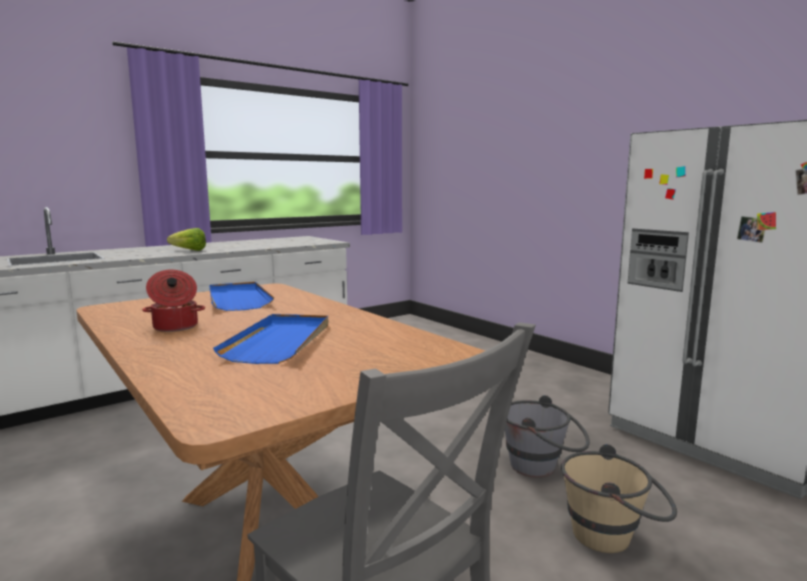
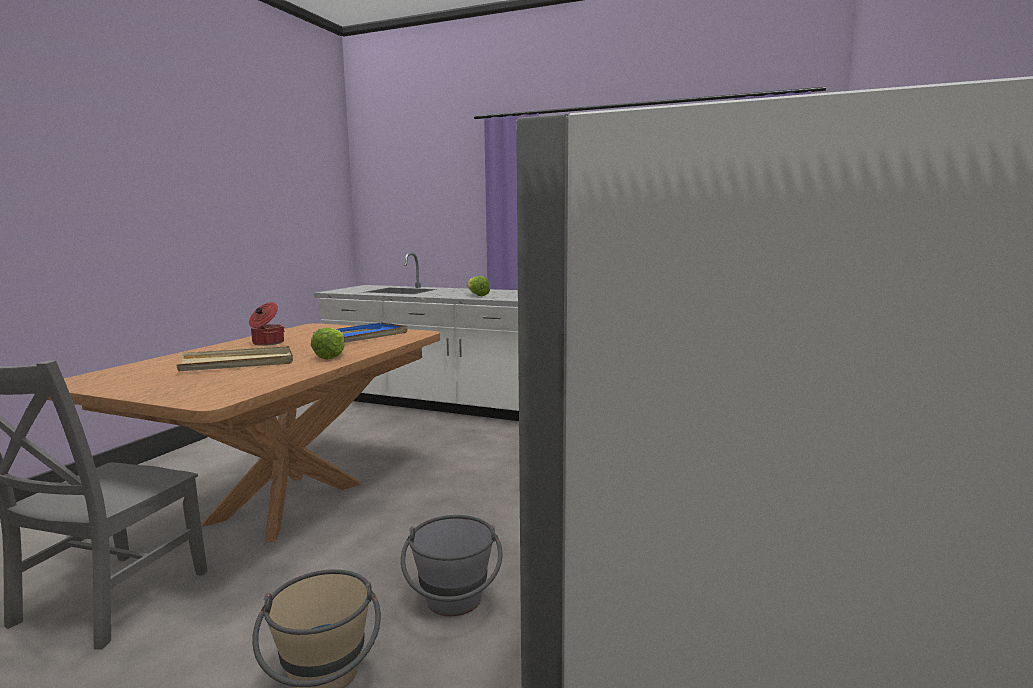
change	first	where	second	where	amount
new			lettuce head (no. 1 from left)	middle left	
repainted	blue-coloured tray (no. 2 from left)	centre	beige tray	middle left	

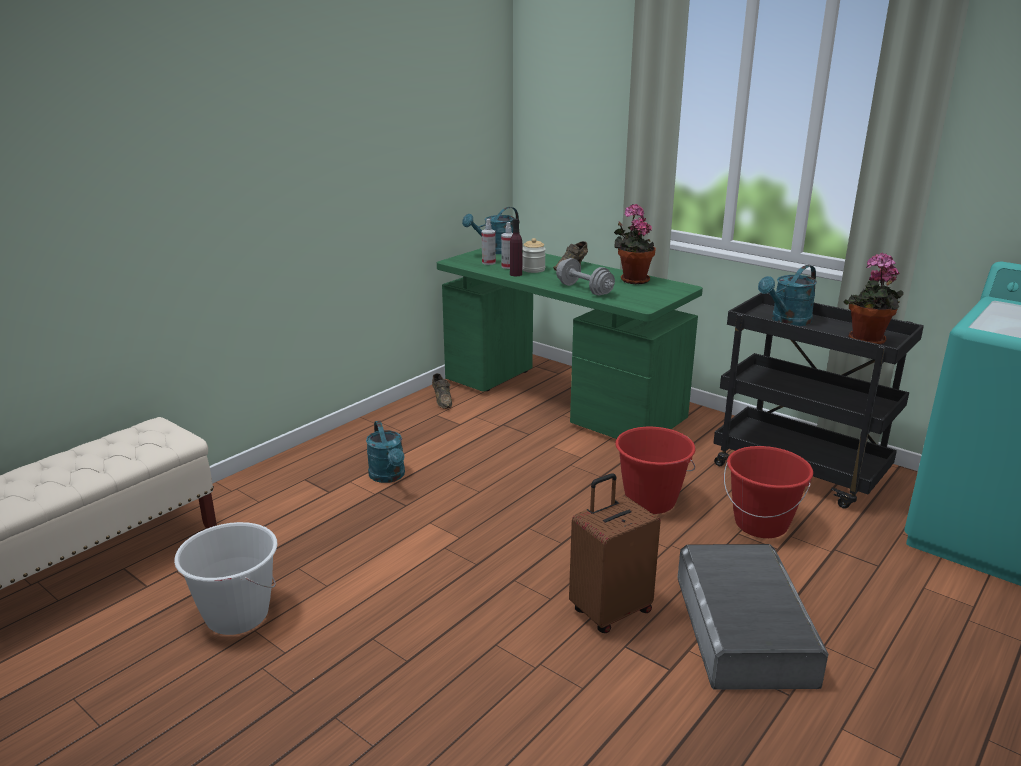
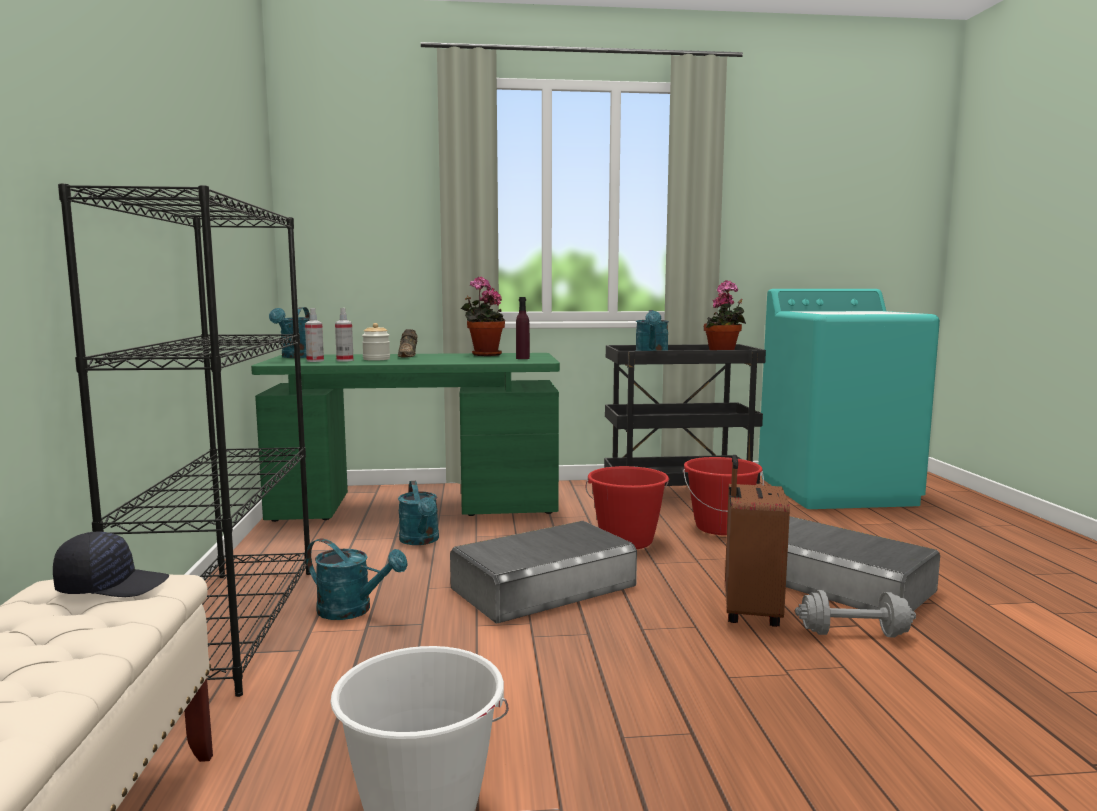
change	first	where	second	where	amount
gone	brown item of footwear (no. 1 from left)	centre			
new			black cap	bottom left	
new			black shelving unit	middle left	
new			turquoise-coloured watering pot (no. 3 from left)	centre	
new			grey storage box (no. 1 from left)	bottom centre	
shifted	purple bottle	top centre		centre	
shifted	grey dumbbell	centre		bottom right	

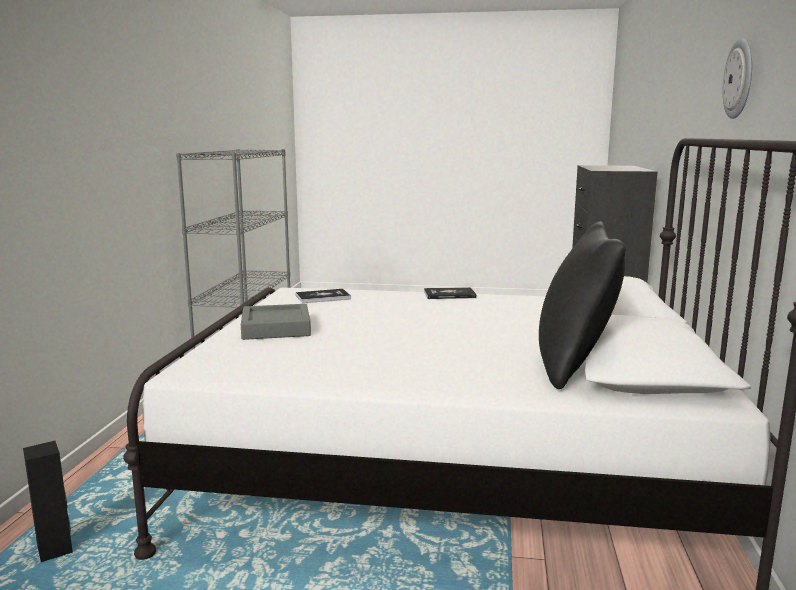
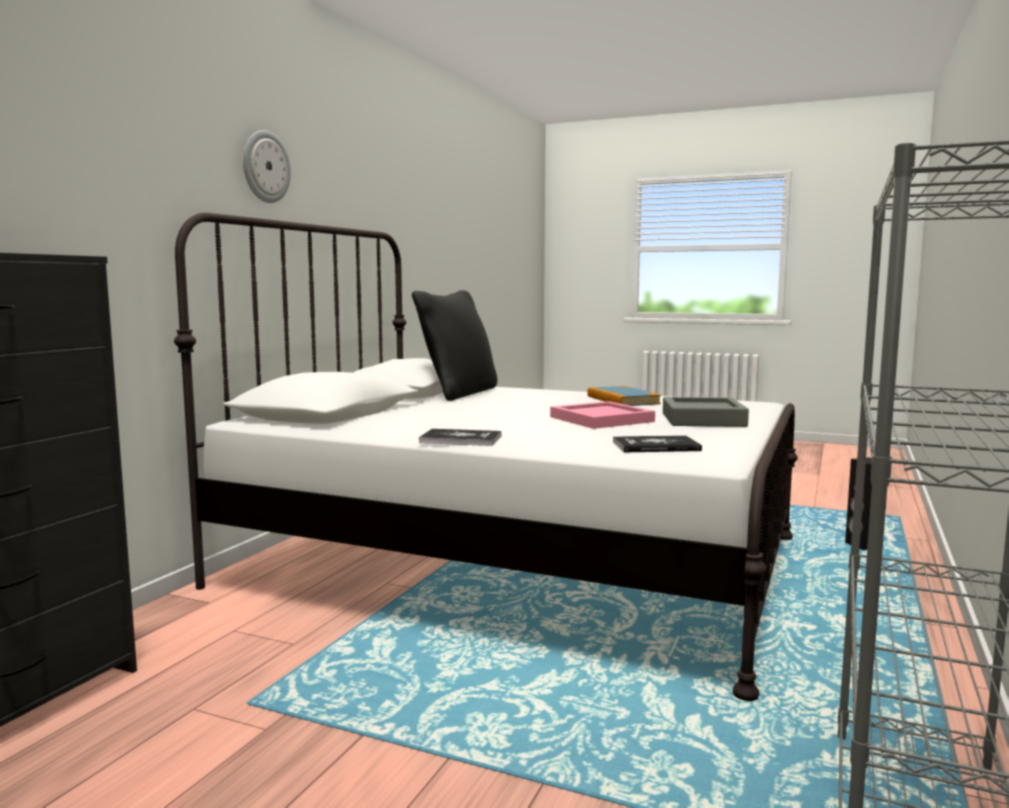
change	first	where	second	where	amount
new			pink-coloured tray	centre	
new			book (no. 2 from left)	centre	

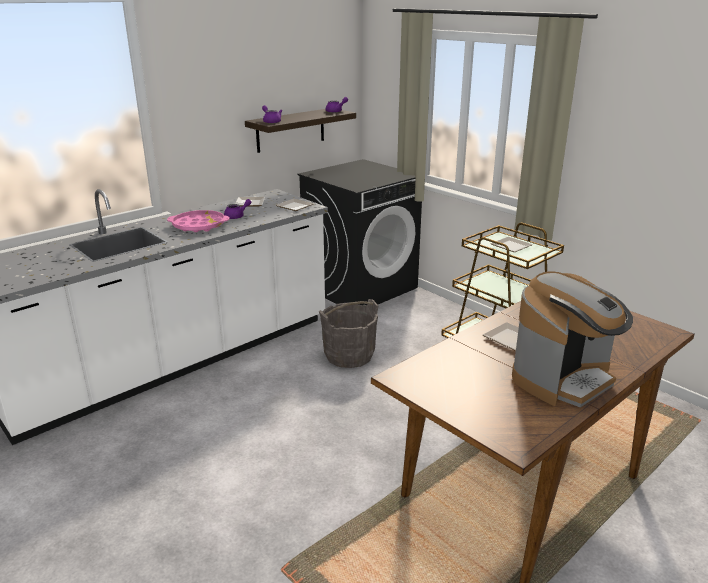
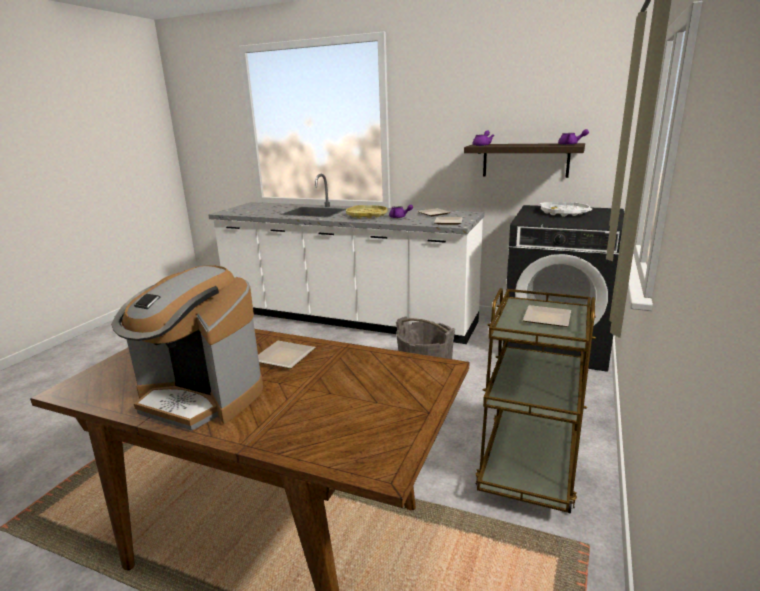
change	first	where	second	where	amount
new			white-coloured tray	middle right	
repainted	pink-coloured tray	middle left	yellowish tray	centre	

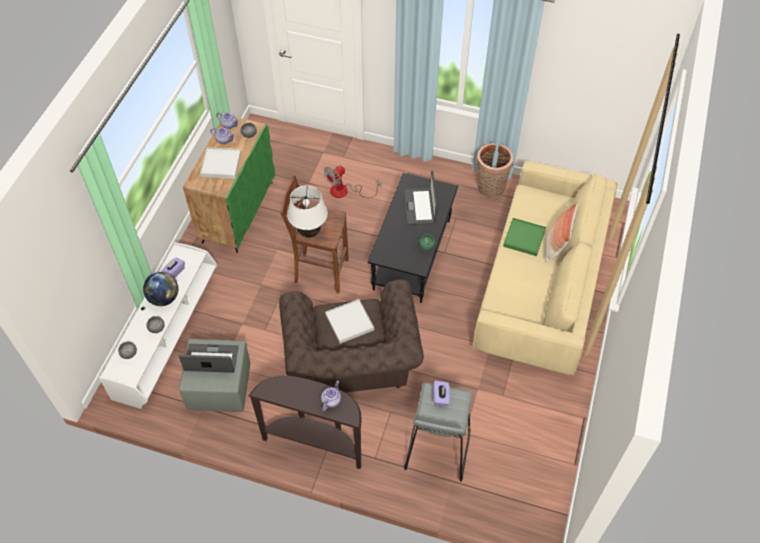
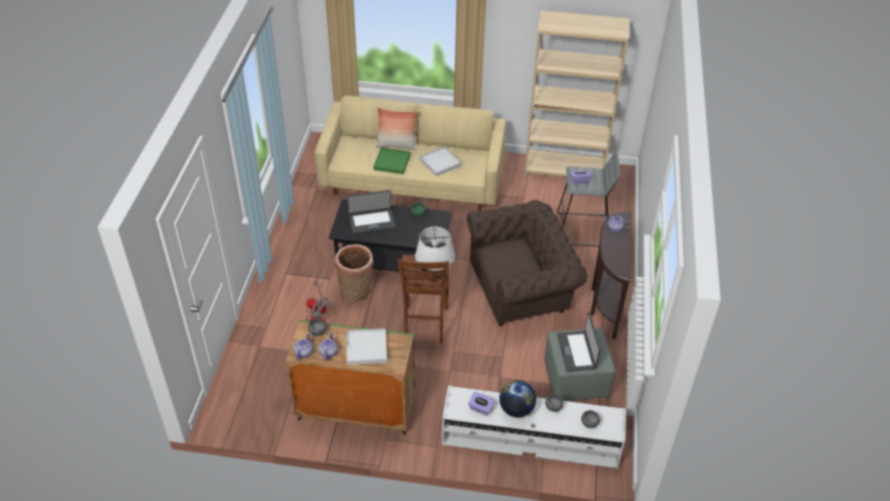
change	first	where	second	where	amount
new			beige shelving unit	top centre	
shifted	white-coloured tray (no. 2 from left)	centre		top centre	
shifted	basket	top centre		centre	

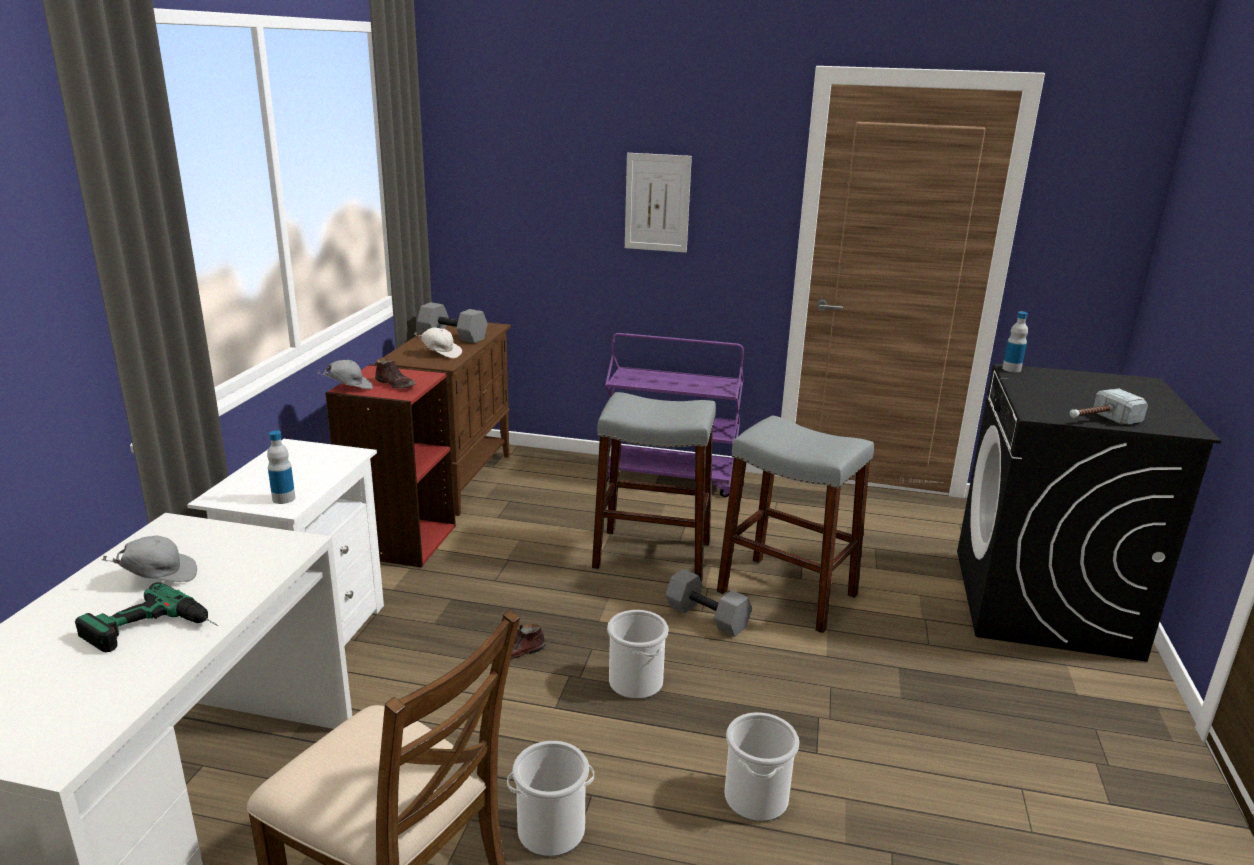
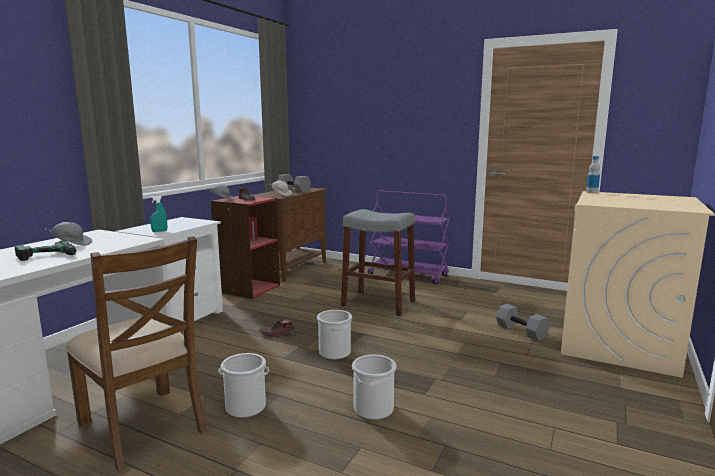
change	first	where	second	where	amount
gone	wall art	top centre			
gone	grey stool seat (no. 2 from left)	centre			
gone	hammer	middle right			
shifted	grey dumbbell (no. 2 from left)	bottom centre		bottom right	
swapped	bottle (no. 1 from left)	middle left	turquoise-coloured spray bottle	middle left	
repainted	black laundry appliance	middle right	beige laundry appliance	middle right	

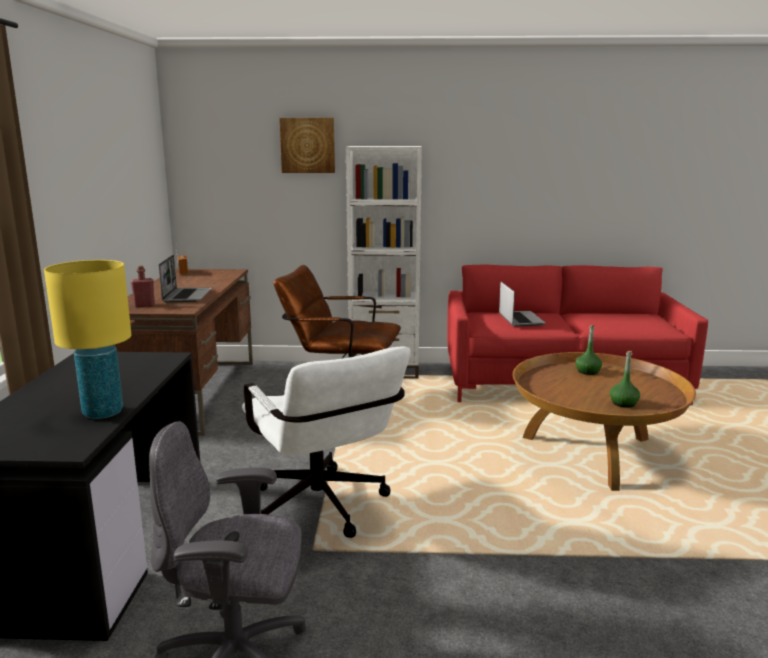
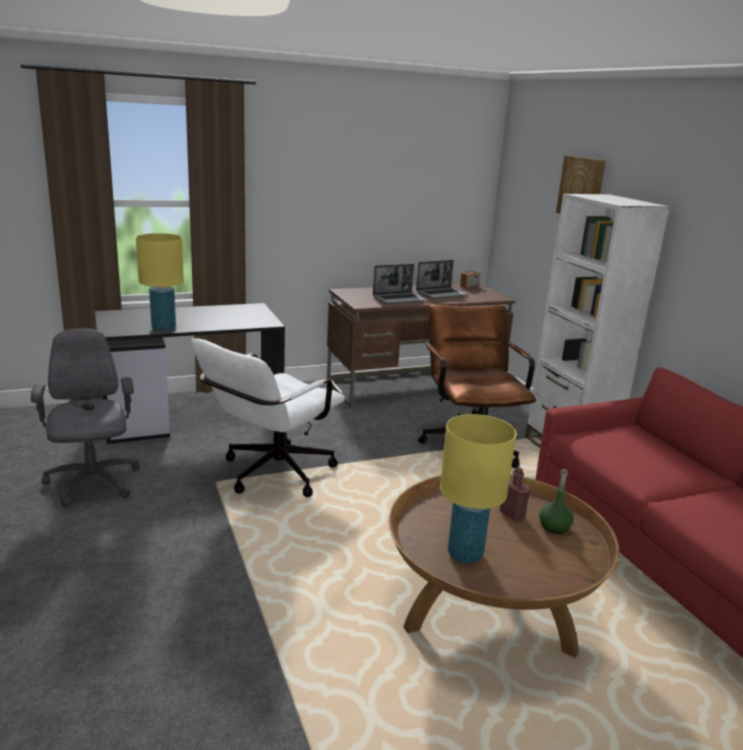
change	first	where	second	where	amount
shifted	reddish bottle	middle left		middle right	
shifted	portable computer (no. 2 from left)	middle right		centre	
swapped	green bottle (no. 2 from left)	middle right	yellowish tabletop lamp (no. 2 from left)	centre	

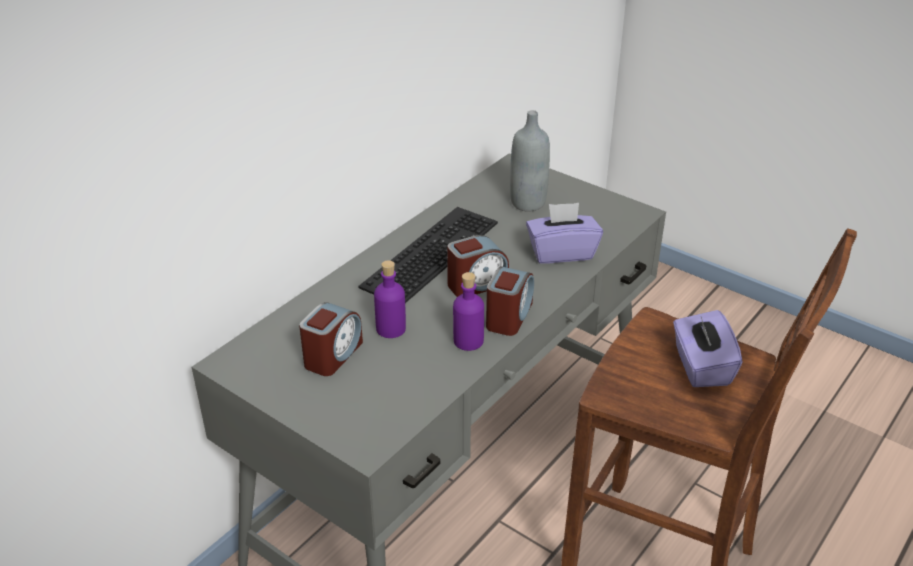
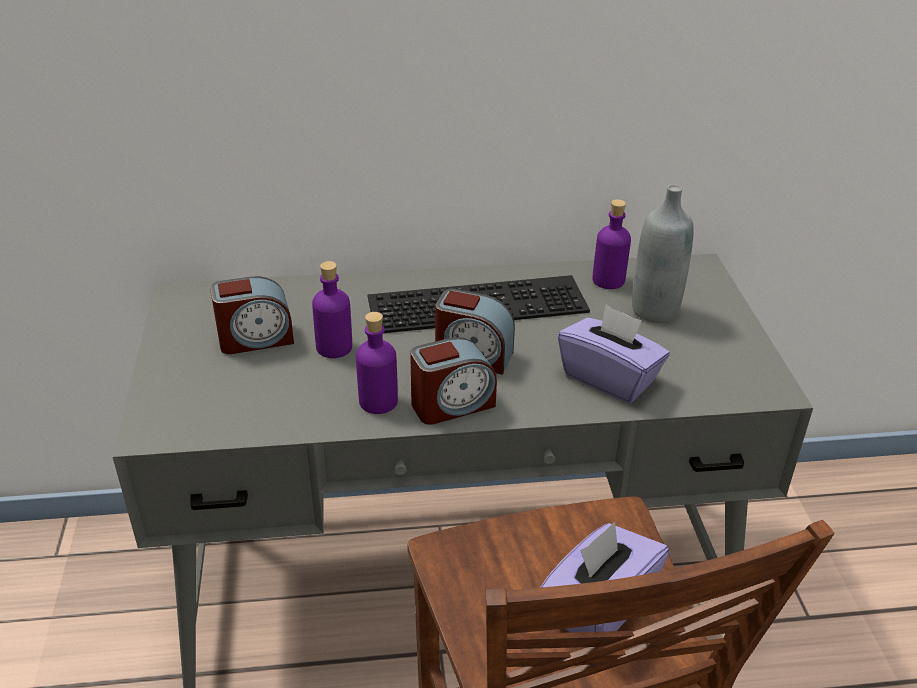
change	first	where	second	where	amount
new			purple bottle (no. 3 from left)	centre	

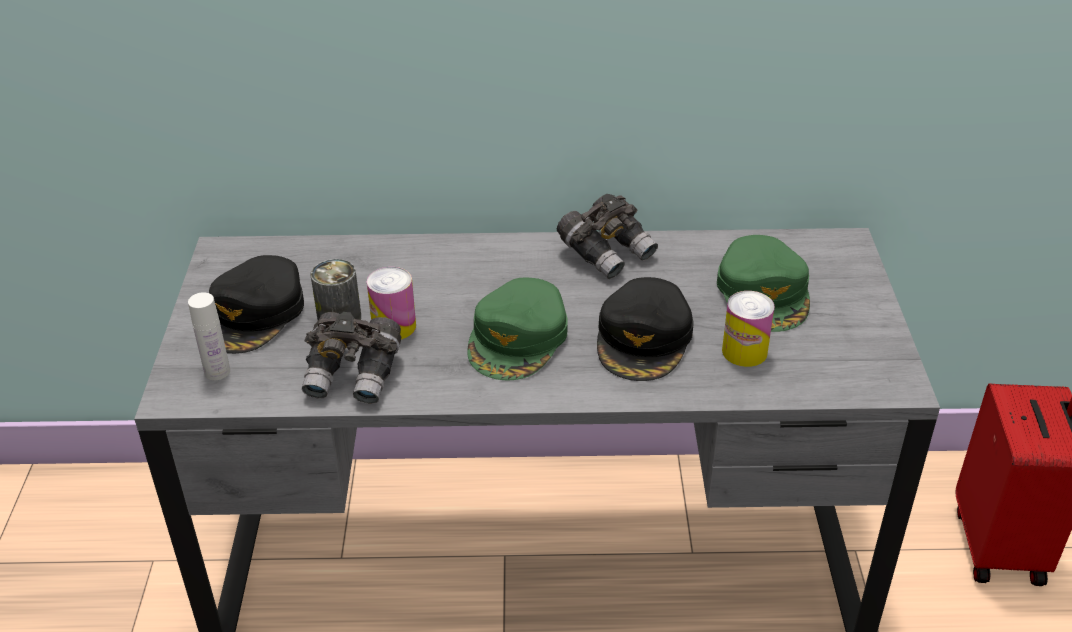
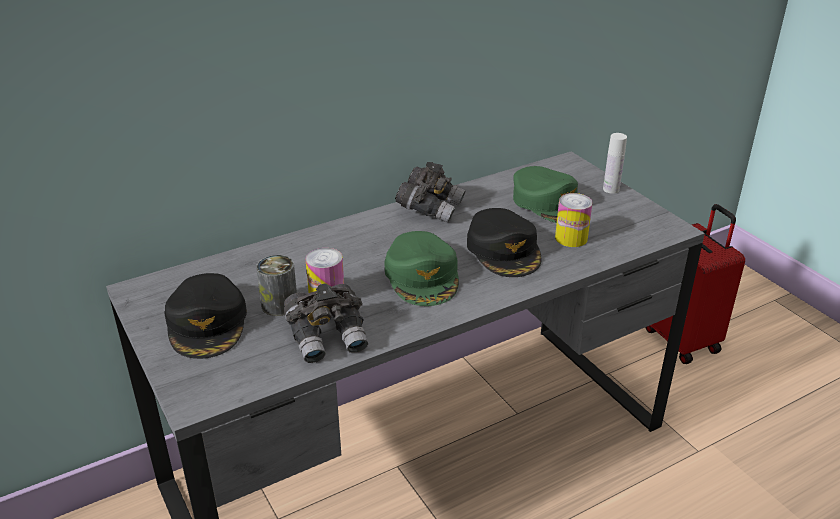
change	first	where	second	where	amount
shifted	white-coloured bottle	middle left		top right	

